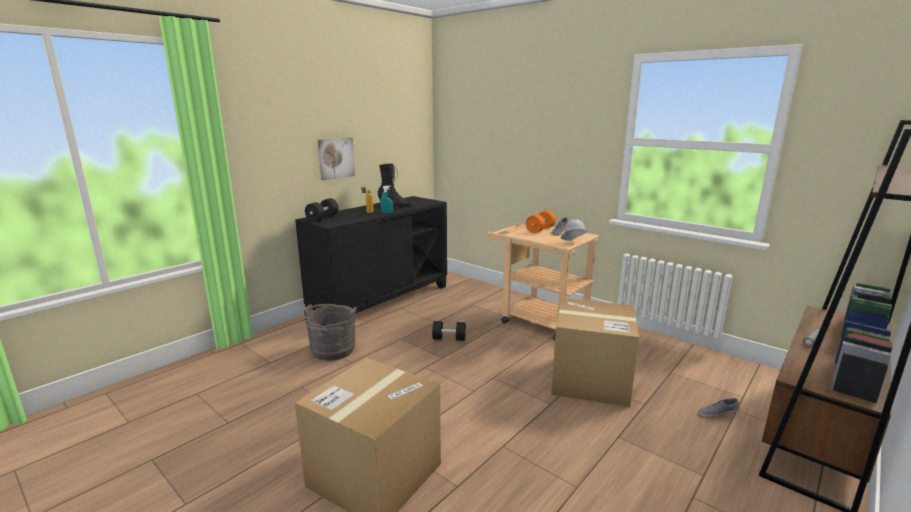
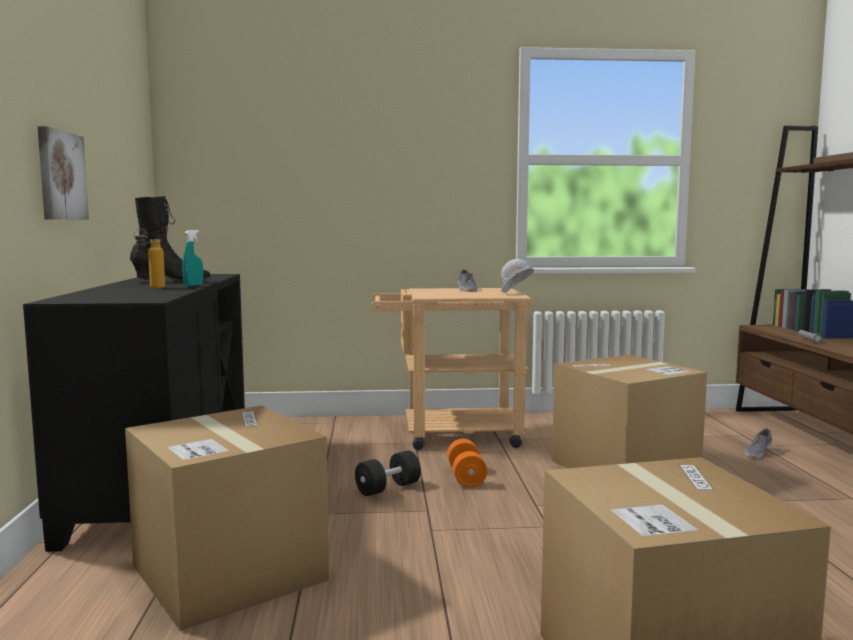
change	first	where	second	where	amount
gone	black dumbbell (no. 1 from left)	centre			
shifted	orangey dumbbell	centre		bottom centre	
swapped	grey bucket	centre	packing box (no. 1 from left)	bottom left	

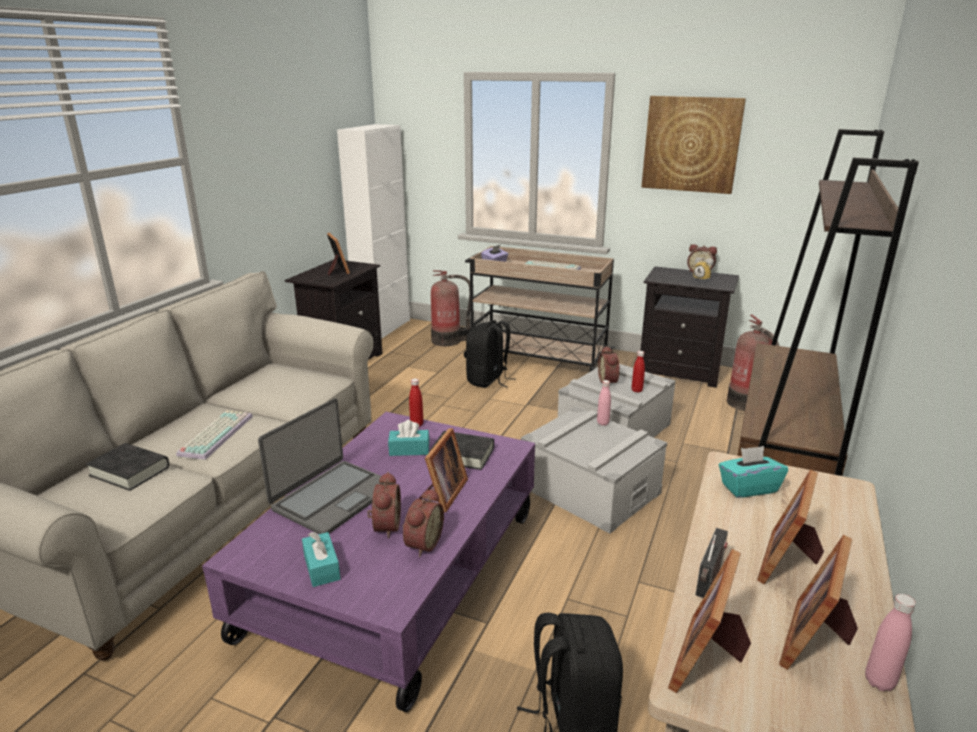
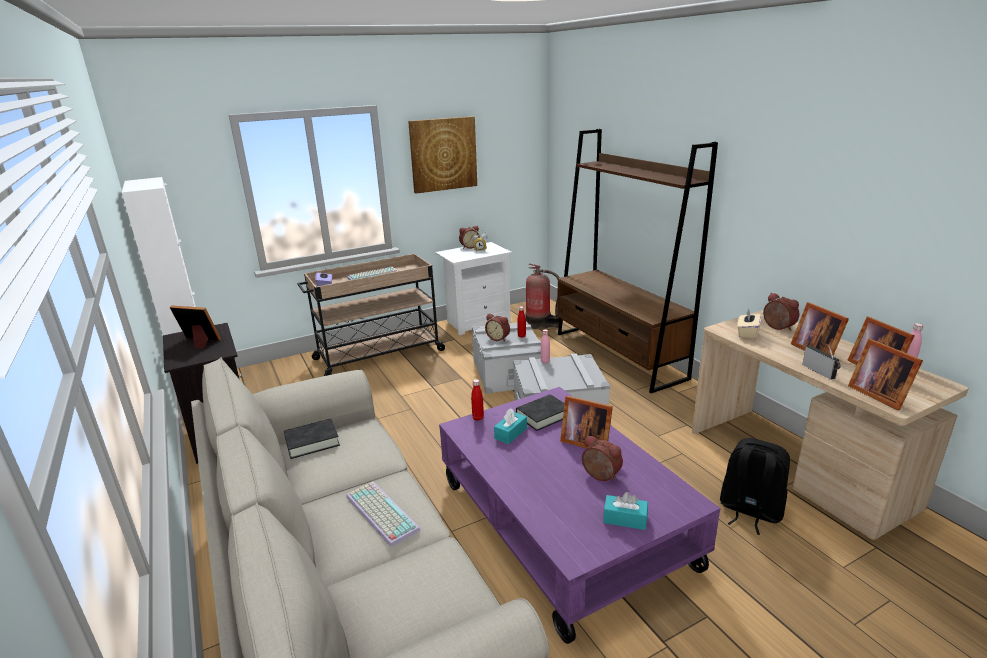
change	first	where	second	where	amount
gone	portable computer	middle left			
gone	fire-fighting cylinder (no. 1 from left)	centre			
gone	black backpack (no. 1 from left)	centre			
shifted	black book (no. 1 from left)	middle left		bottom left	
shifted	alarm clock (no. 2 from left in the first image)	bottom centre	alarm clock (no. 5 from left)	middle right	
repainted	black bedside table (no. 2 from left)	middle right	white-coloured bedside table	centre	
repainted	turquoise-coloured tissue box (no. 3 from left)	middle right	beige tissue box	middle right	
rotated	picture frame (no. 2 from left)	centre		centre	150 degrees clockwise

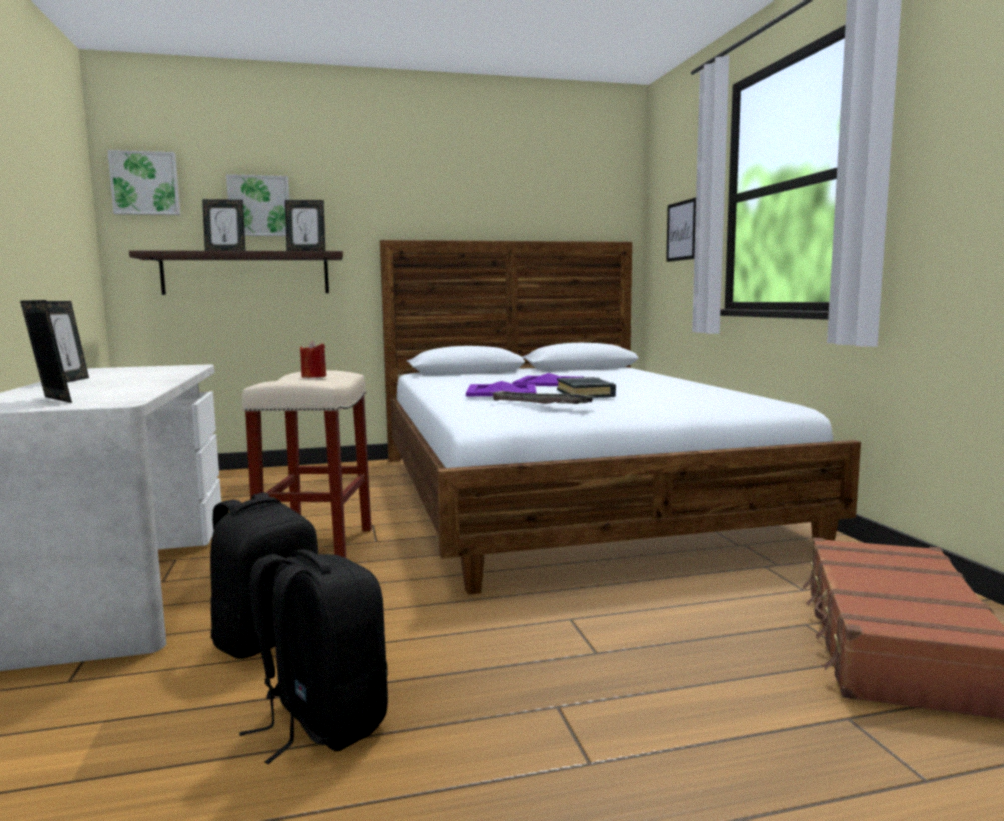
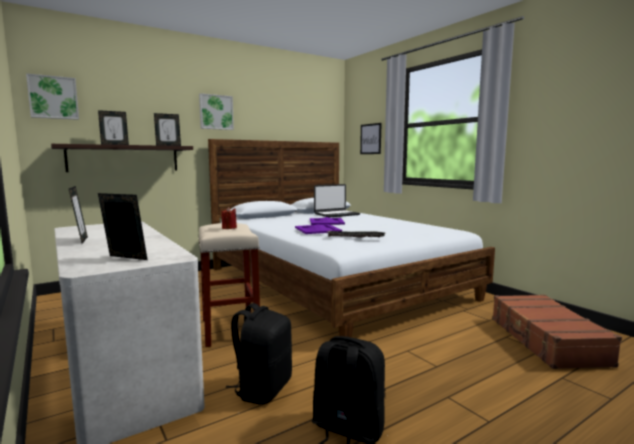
change	first	where	second	where	amount
gone	black book	centre			
new			portable computer	centre	
shifted	wall art (no. 2 from left)	top left		top centre	

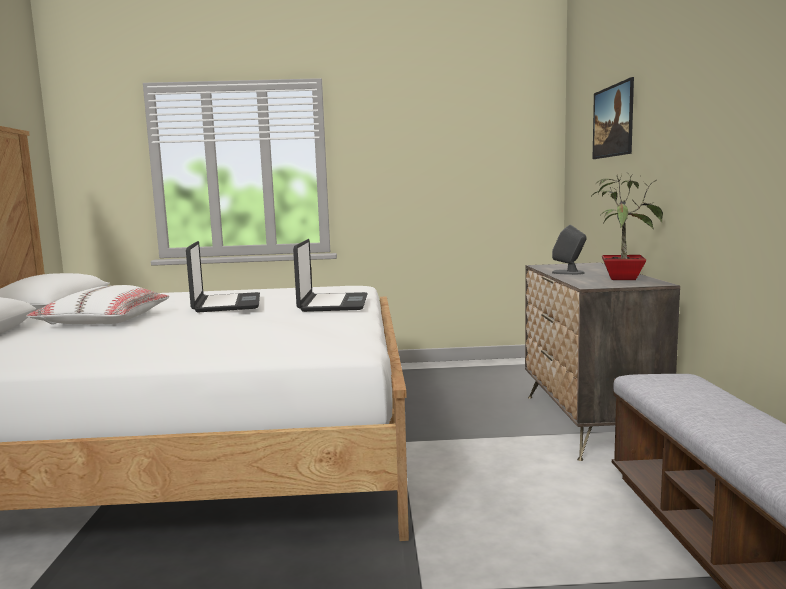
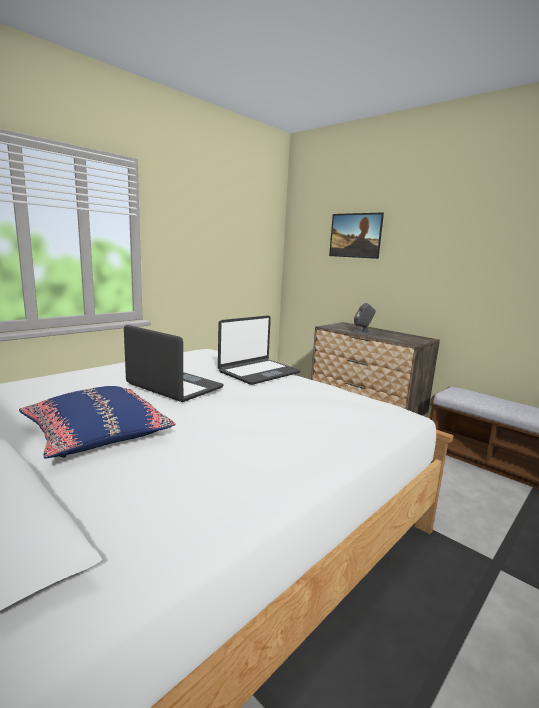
change	first	where	second	where	amount
gone	houseplant	middle right			
repainted	white-coloured cushion	middle left	blue-coloured cushion	middle left	
rotated	portable computer (no. 2 from left)	centre		centre	90 degrees clockwise

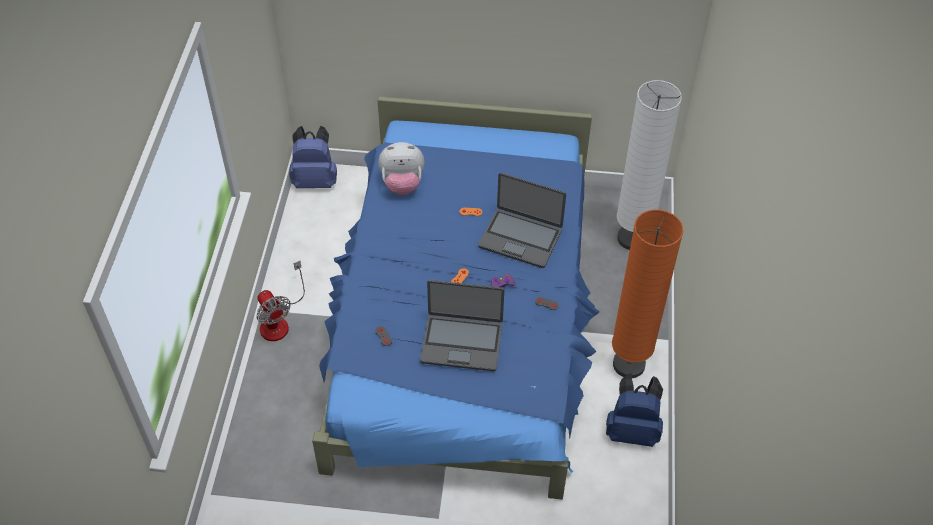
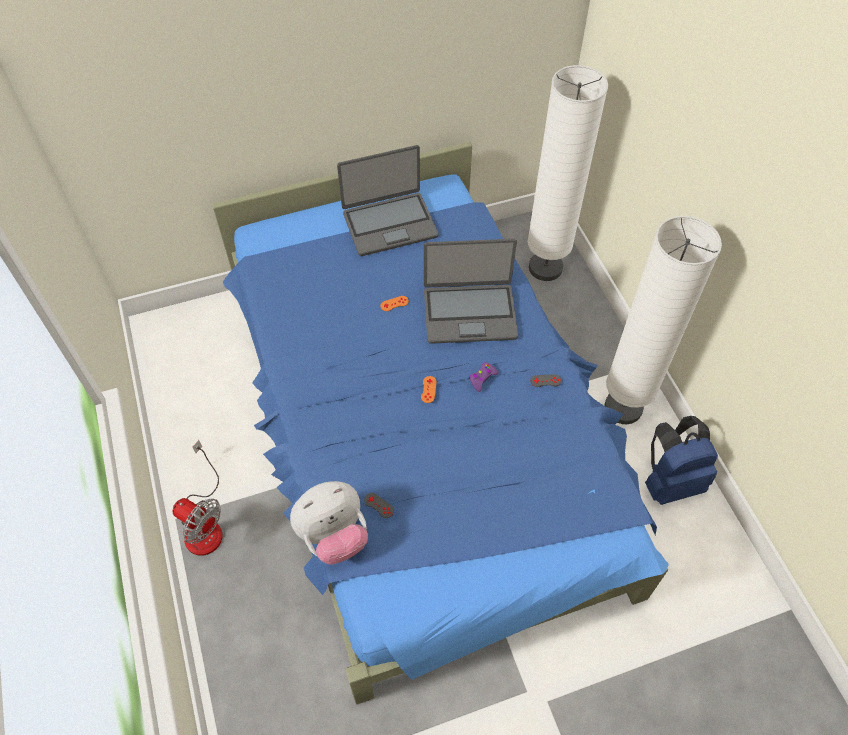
change	first	where	second	where	amount
gone	blue-coloured backpack (no. 1 from left)	top centre			
shifted	plush toy	top centre		bottom centre	
shifted	portable computer (no. 1 from left)	centre		top centre	
repainted	orangey standard lamp	middle right	white-coloured standard lamp (no. 2 from left)	middle right	

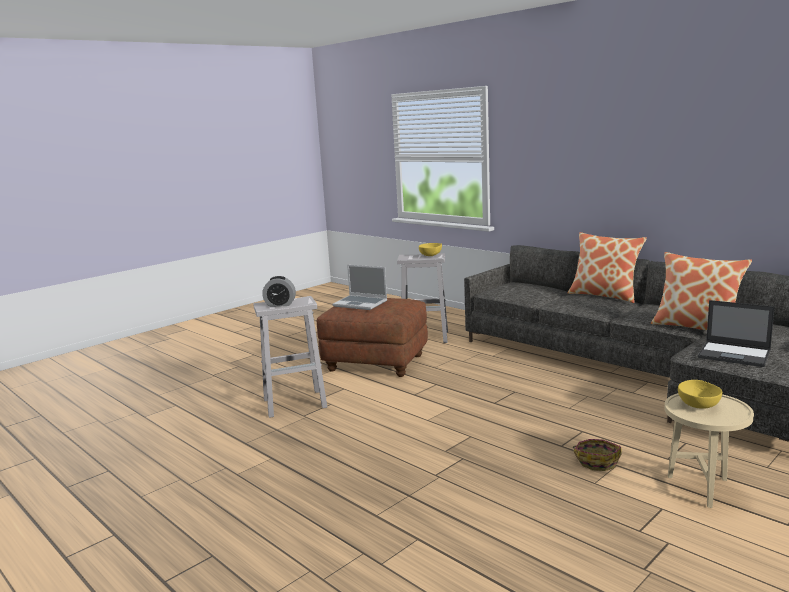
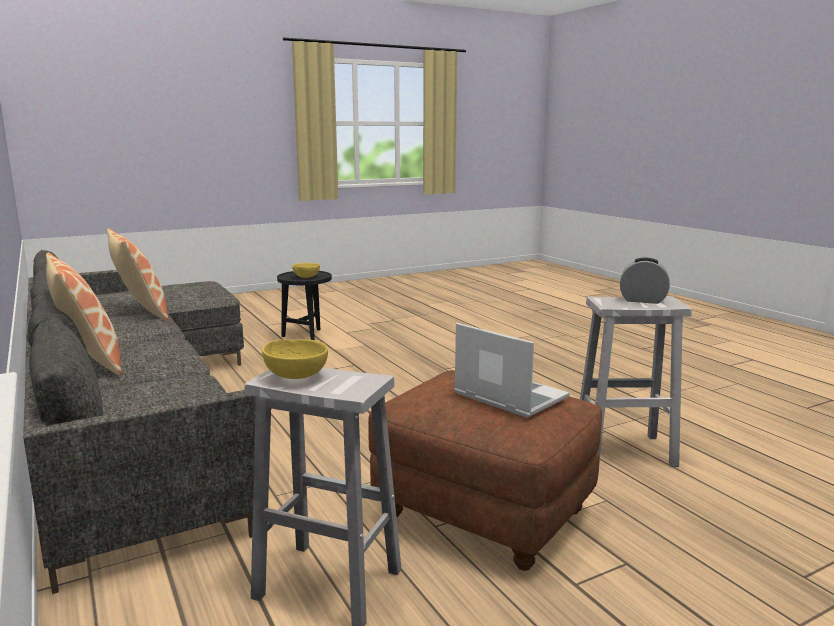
change	first	where	second	where	amount
gone	basket	bottom right			
gone	portable computer (no. 2 from left)	middle right			
repainted	beige accent table	bottom right	black accent table	centre	

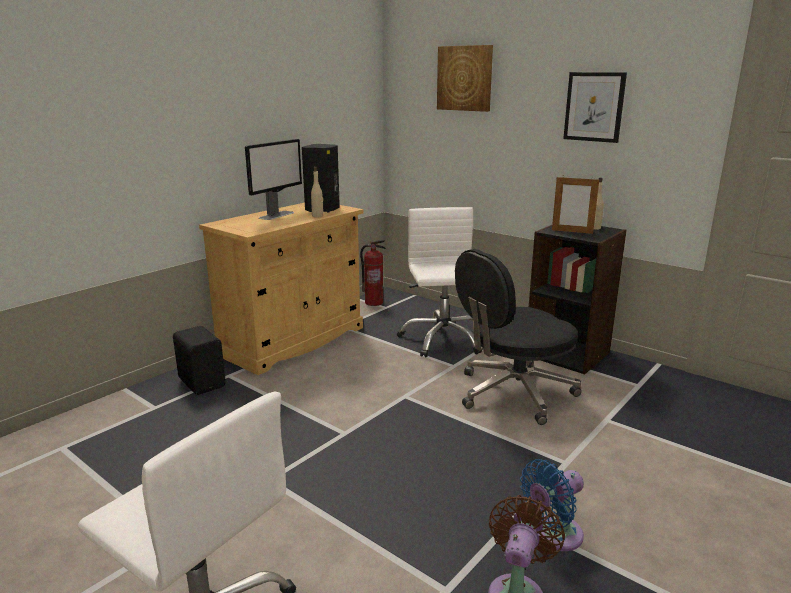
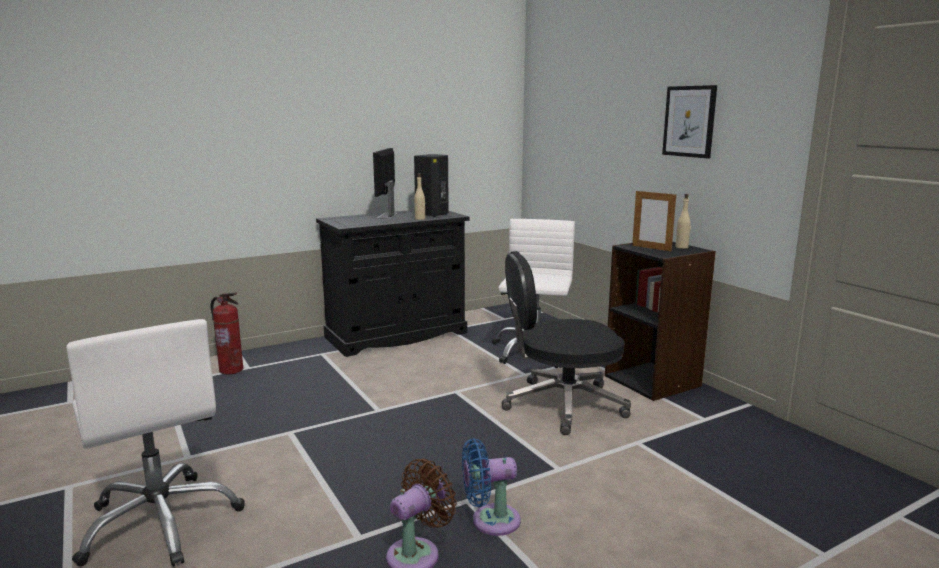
change	first	where	second	where	amount
gone	black speaker (no. 1 from left)	middle left			
gone	wall art (no. 1 from left)	top centre			
shifted	fire-fighting cylinder	centre		middle left	
repainted	beige storage cabinet	centre	black storage cabinet	centre	
rotated	computer display	top centre		top centre	135 degrees clockwise

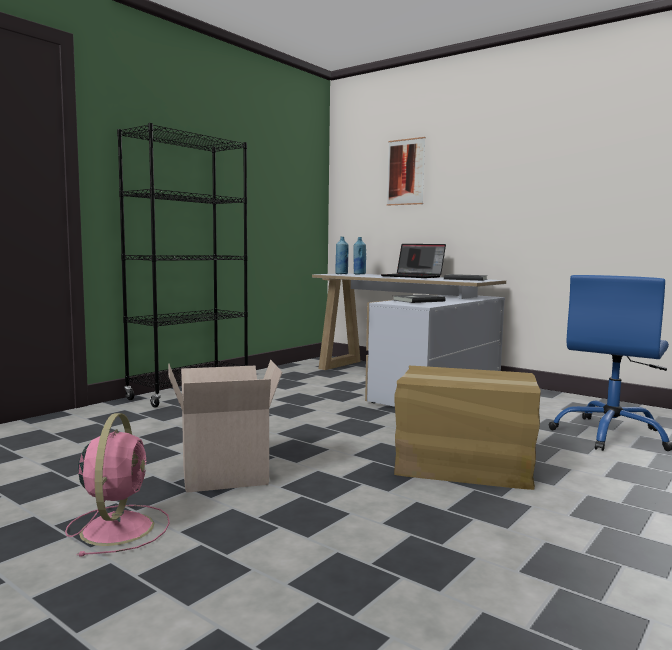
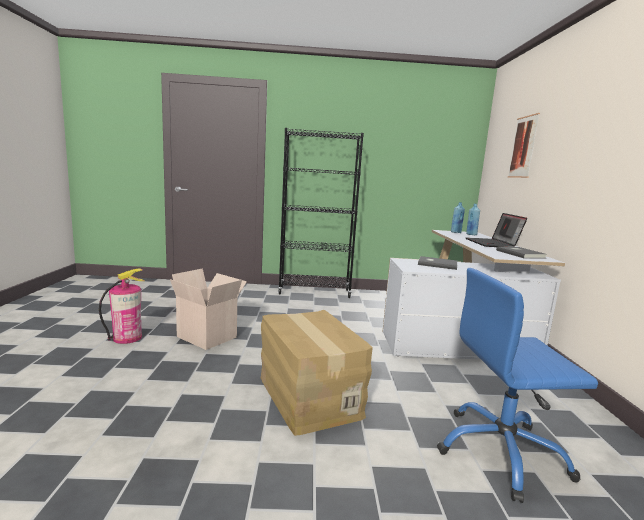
change	first	where	second	where	amount
swapped	pink-coloured electric fan	bottom left	fire-fighting cylinder	middle left	

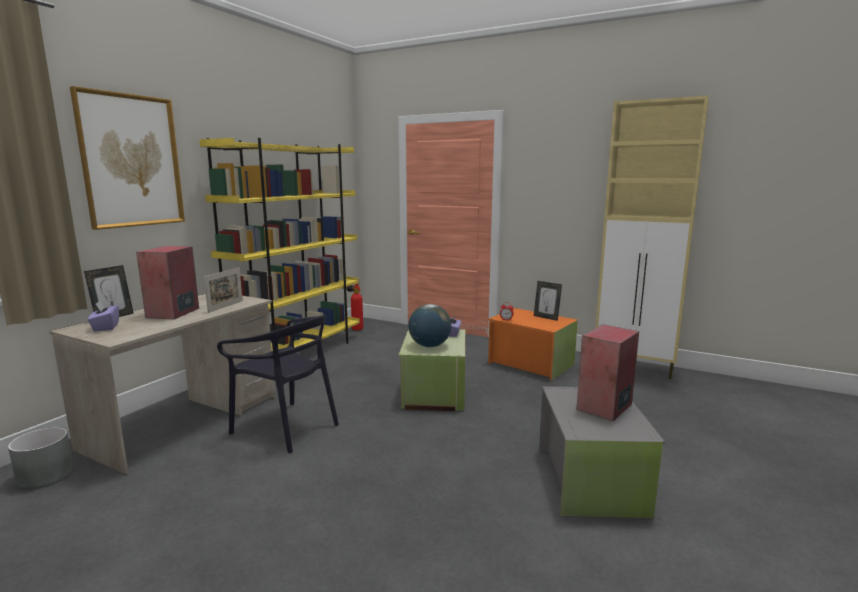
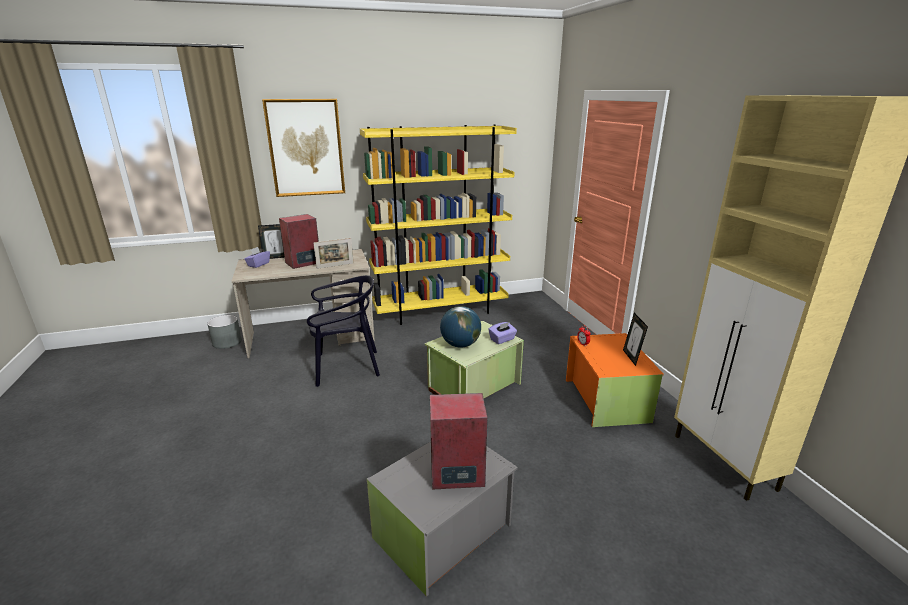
change	first	where	second	where	amount
gone	fire-fighting cylinder	centre			
rotated	black plain chair	middle left		centre	90 degrees counterclockwise

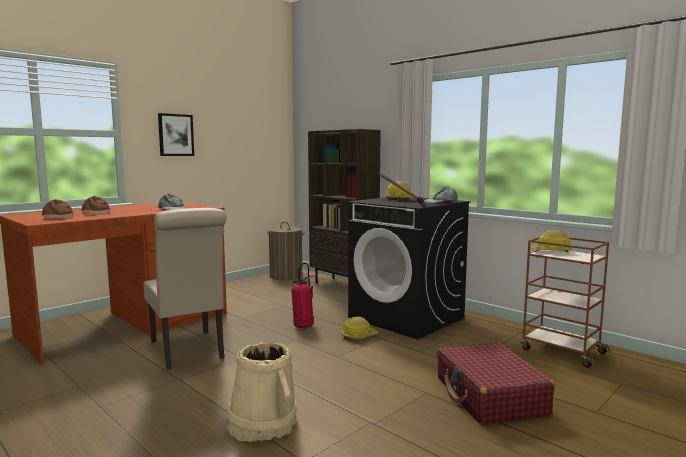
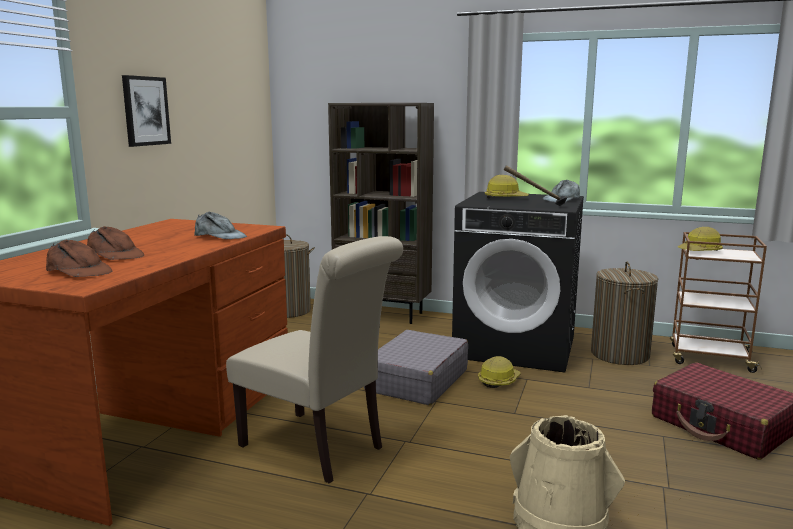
change	first	where	second	where	amount
new			washing basket (no. 2 from left)	middle right	
swapped	fire-fighting cylinder	centre	grey suitcase	bottom centre	

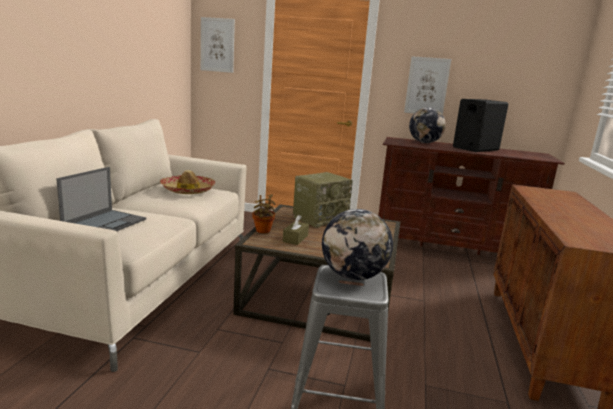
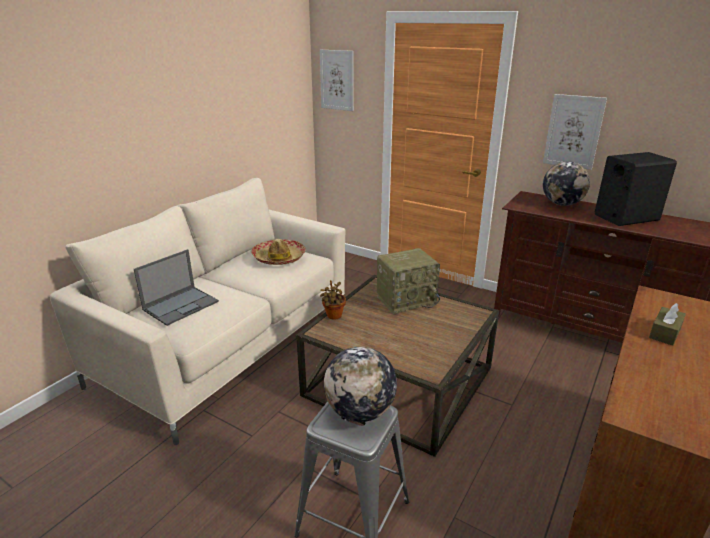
change	first	where	second	where	amount
shifted	brown tissue box	centre		middle right	

